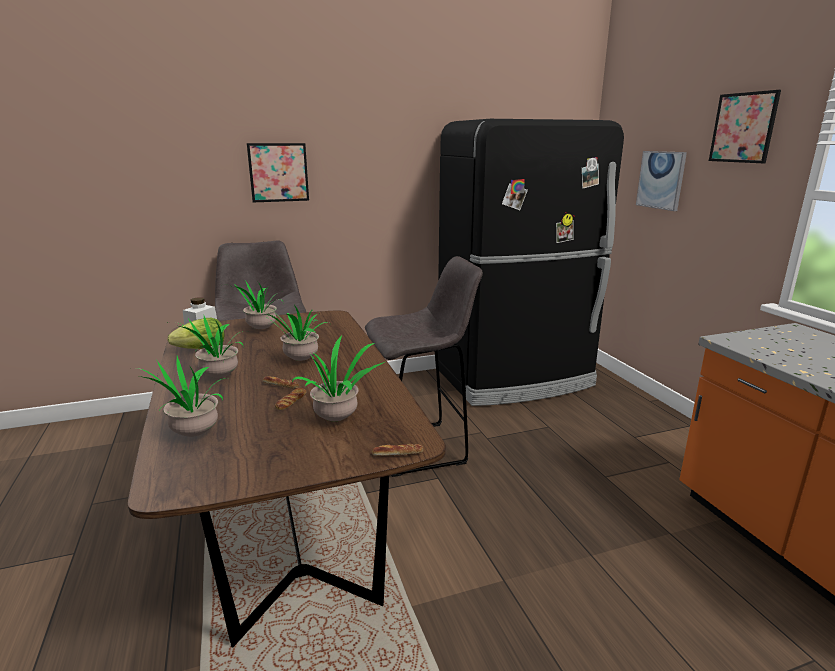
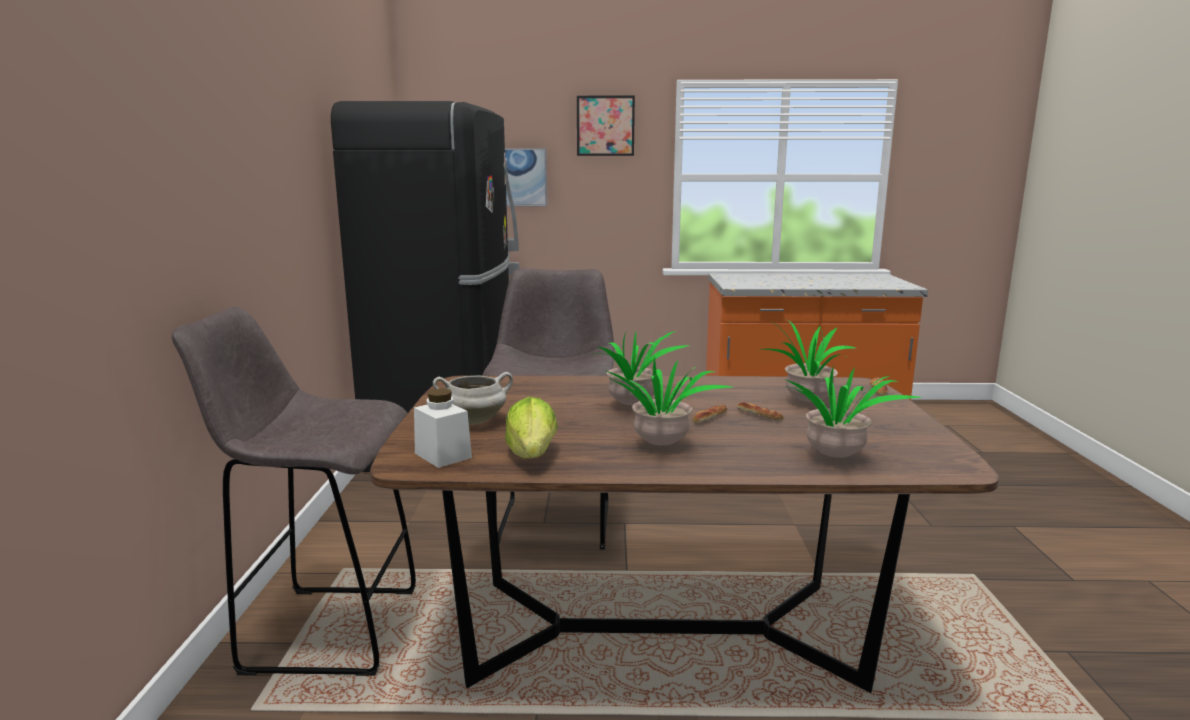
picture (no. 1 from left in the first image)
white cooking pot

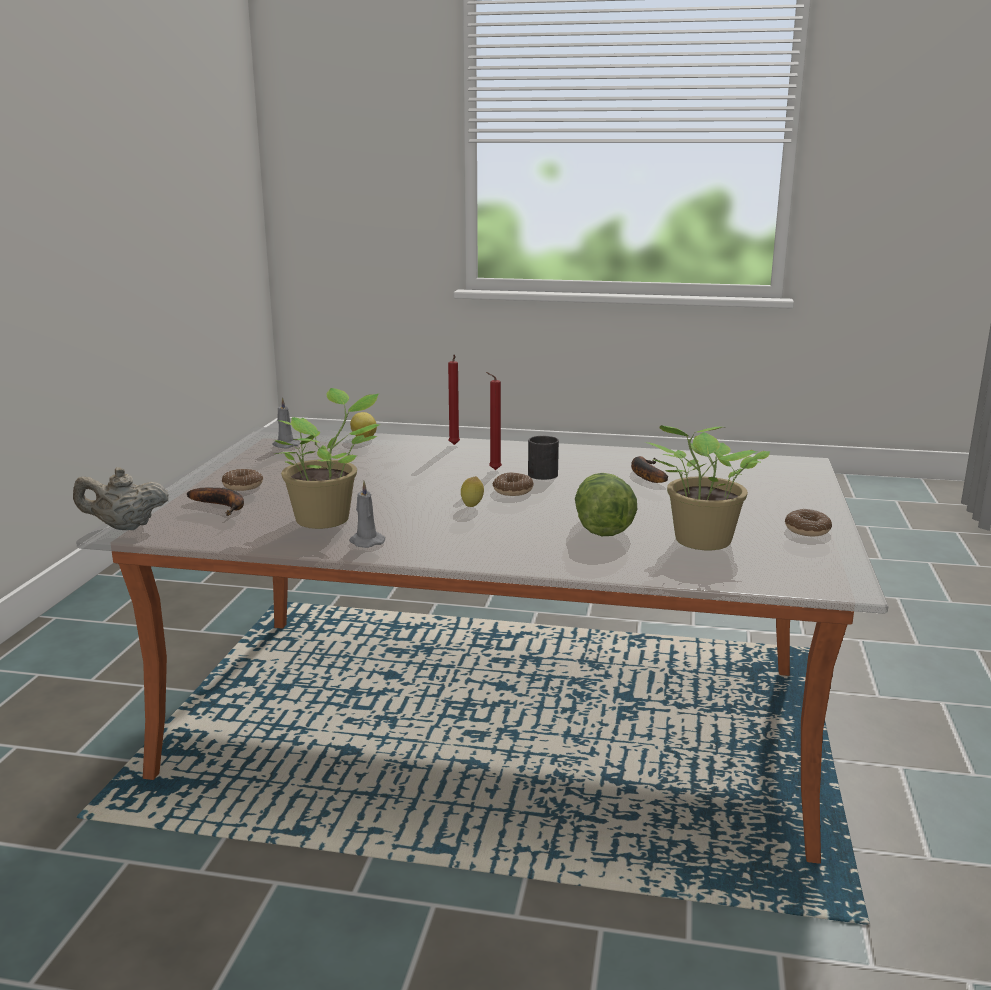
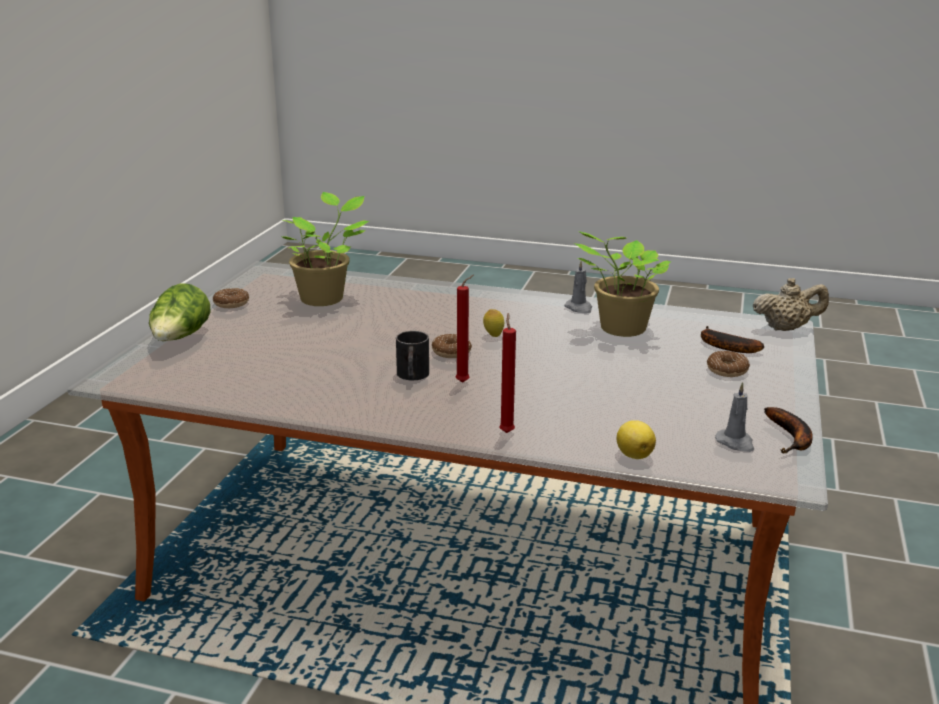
lettuce
banana (no. 2 from left)

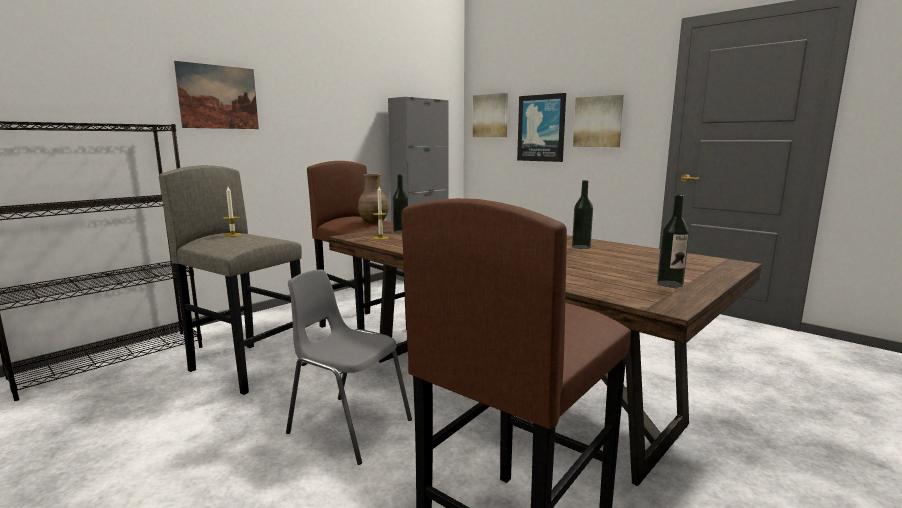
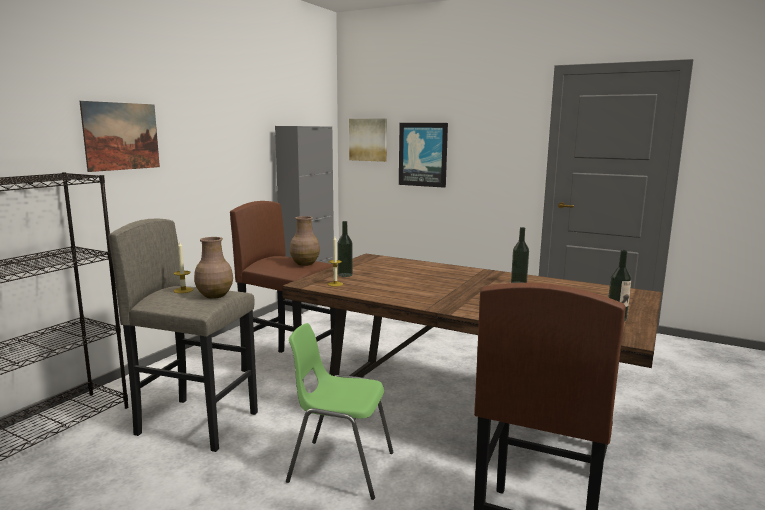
picture (no. 4 from left in the first image)
brown vase (no. 1 from left)
green chair

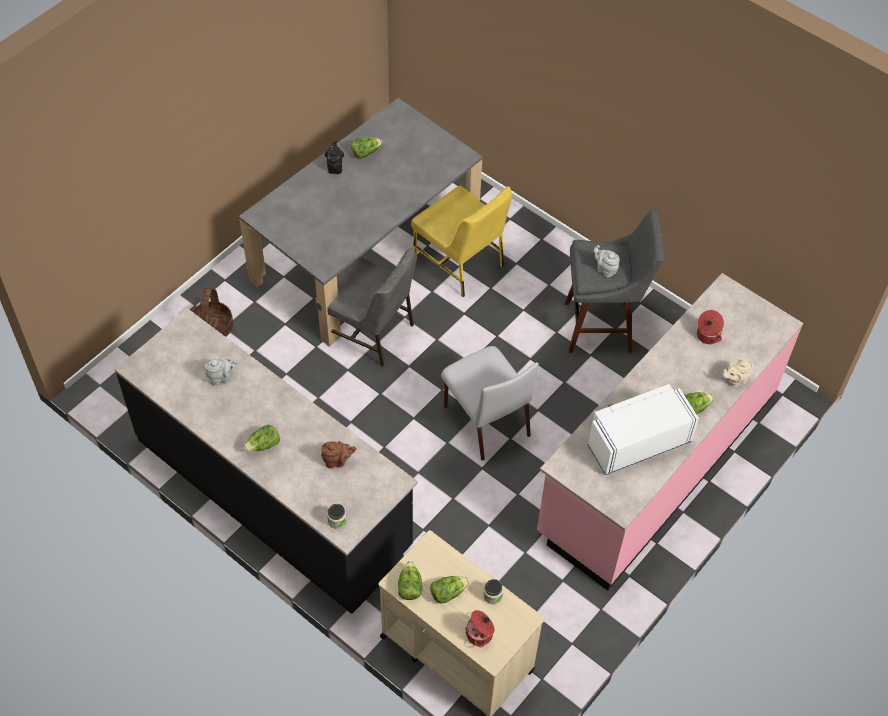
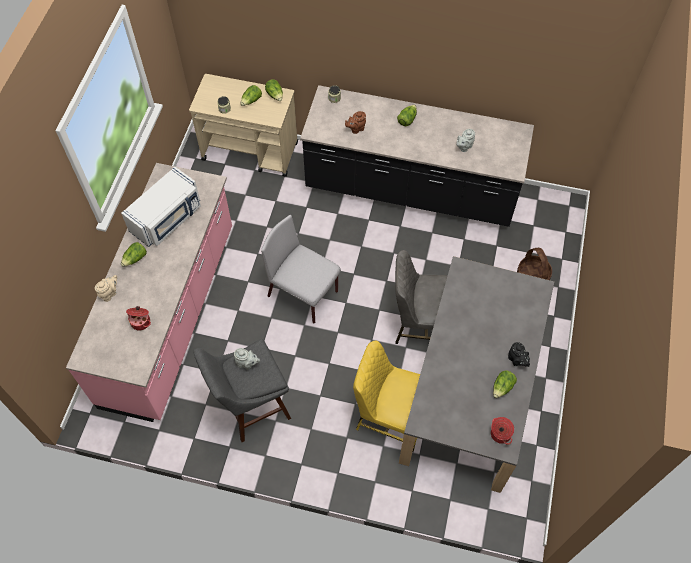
cooking pot (no. 2 from left)

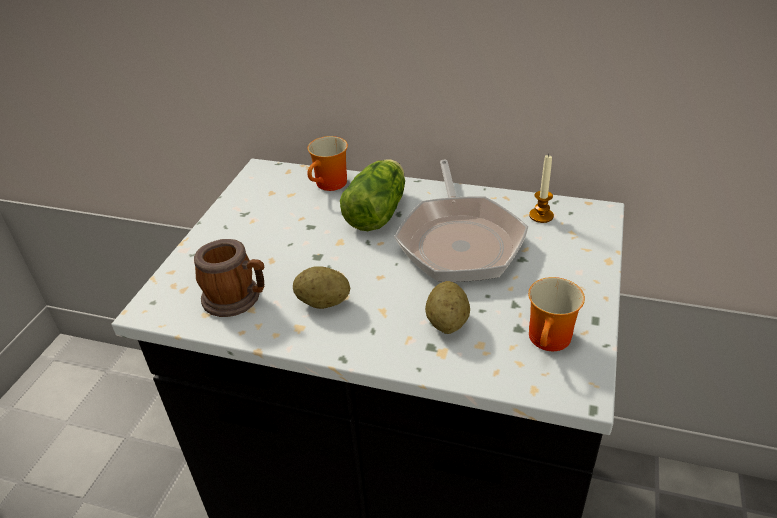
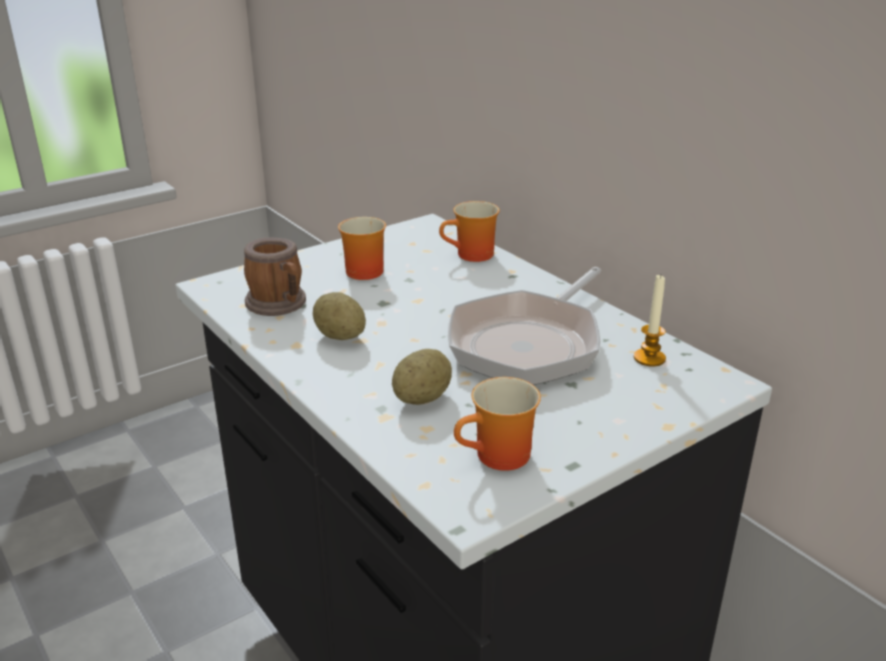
lettuce
mug (no. 2 from left)

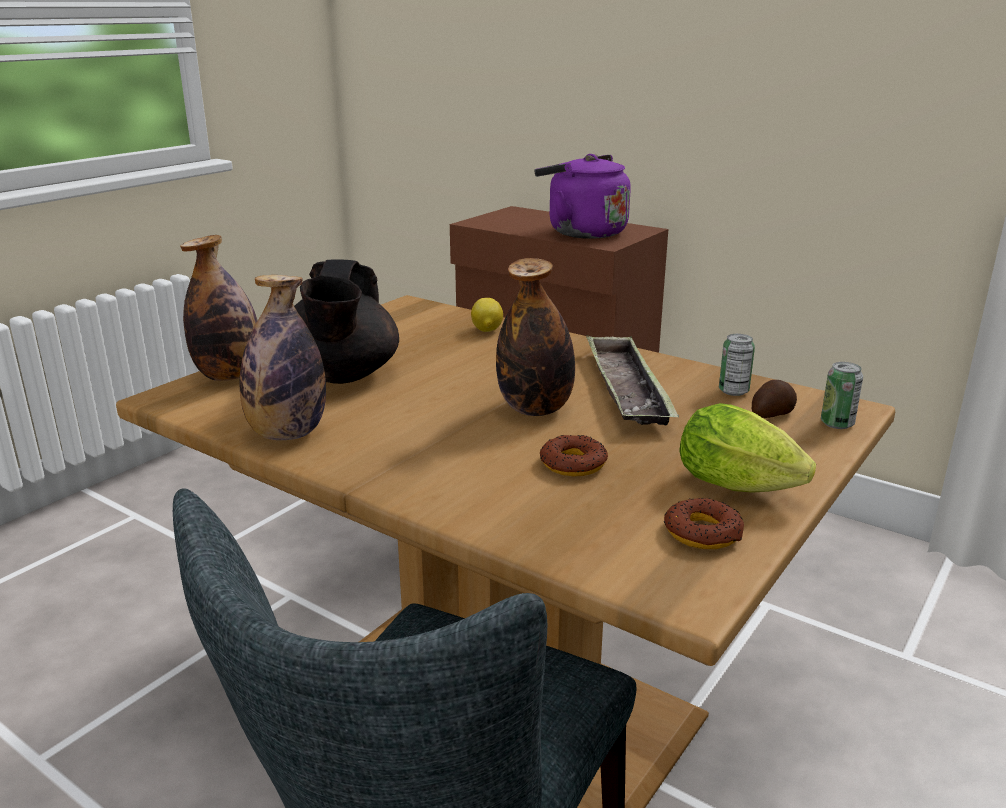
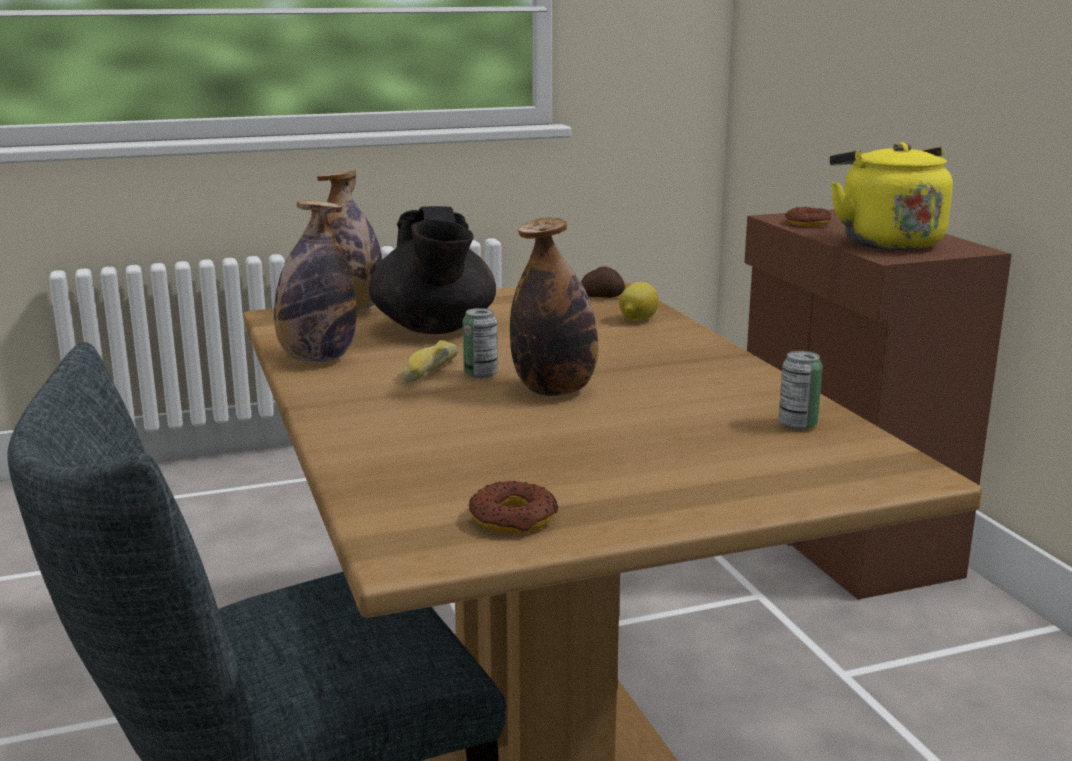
tray
lettuce
bread
donut (no. 2 from left)
potato
can (no. 1 from left)
yellow kettle
black teapot

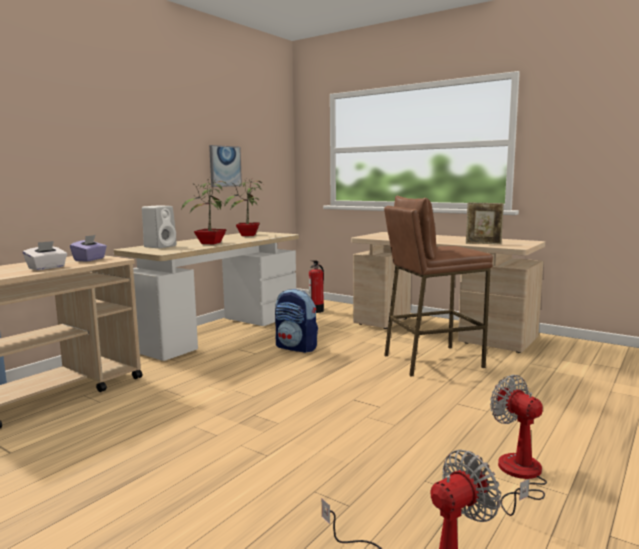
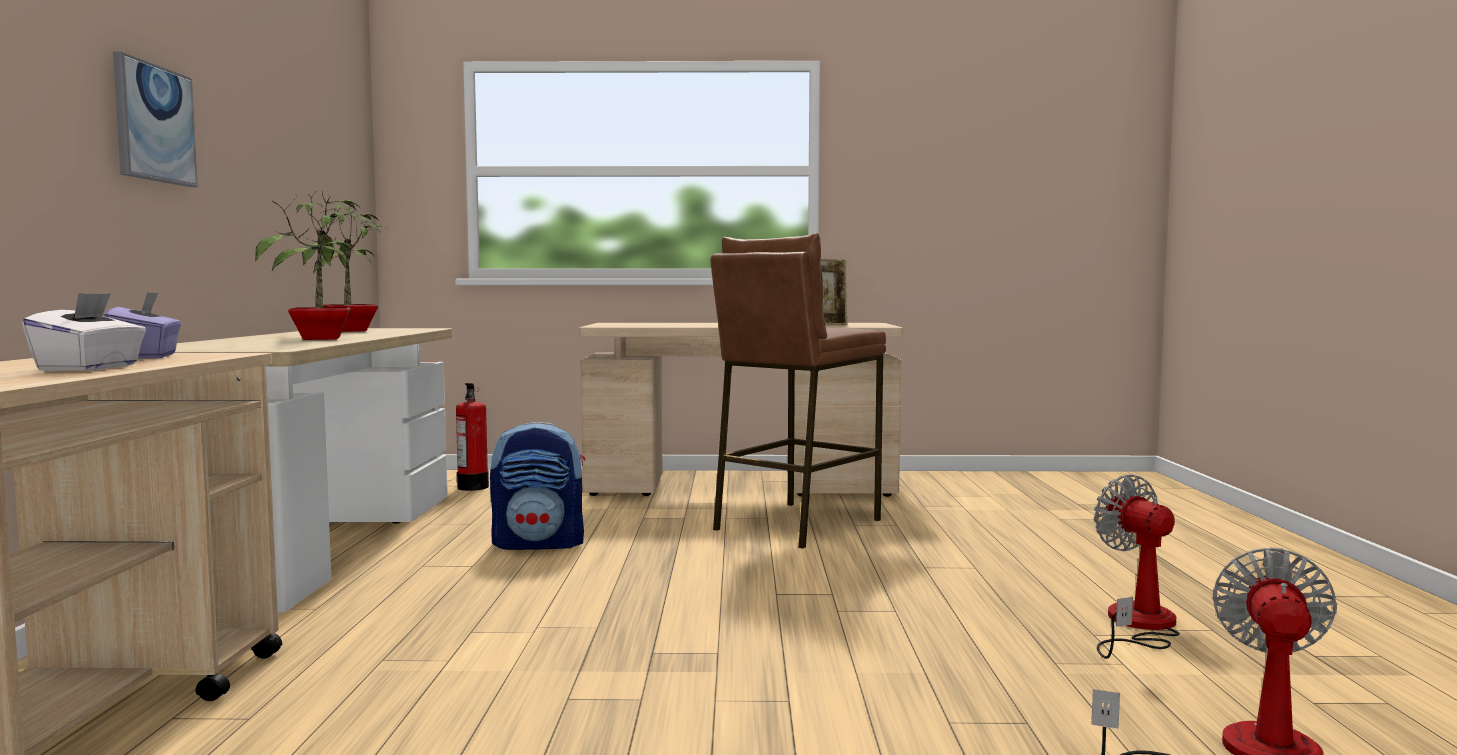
white speaker
picture
fan (no. 1 from left)

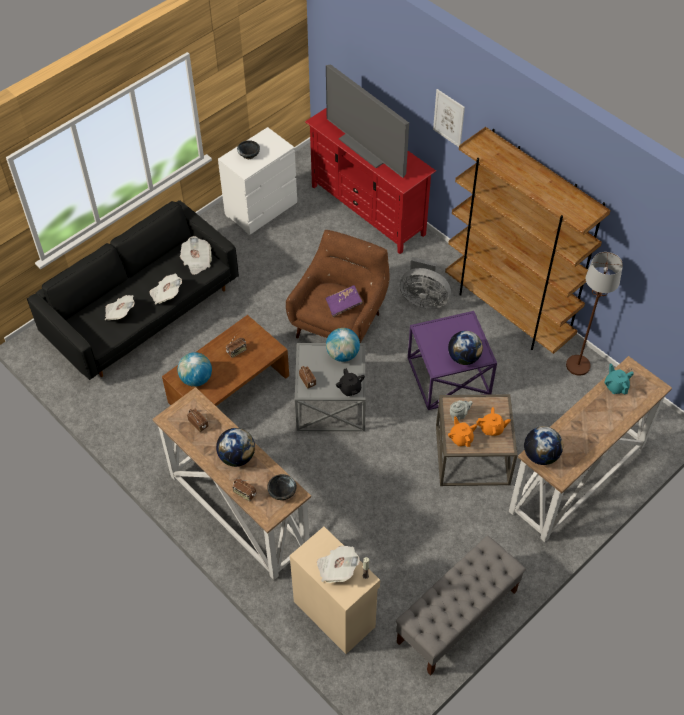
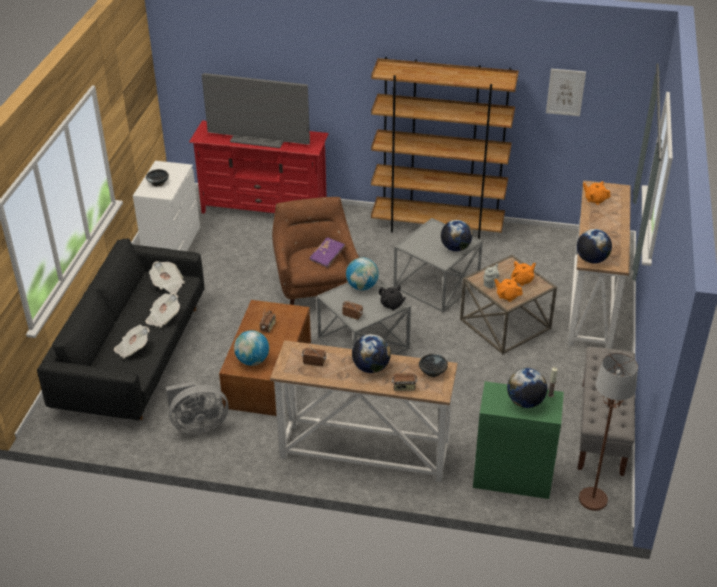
grey fan
picture
brown floor lamp
globe (no. 5 from left)
green cabinet
grey side table (no. 2 from left)
orange teapot (no. 3 from left)

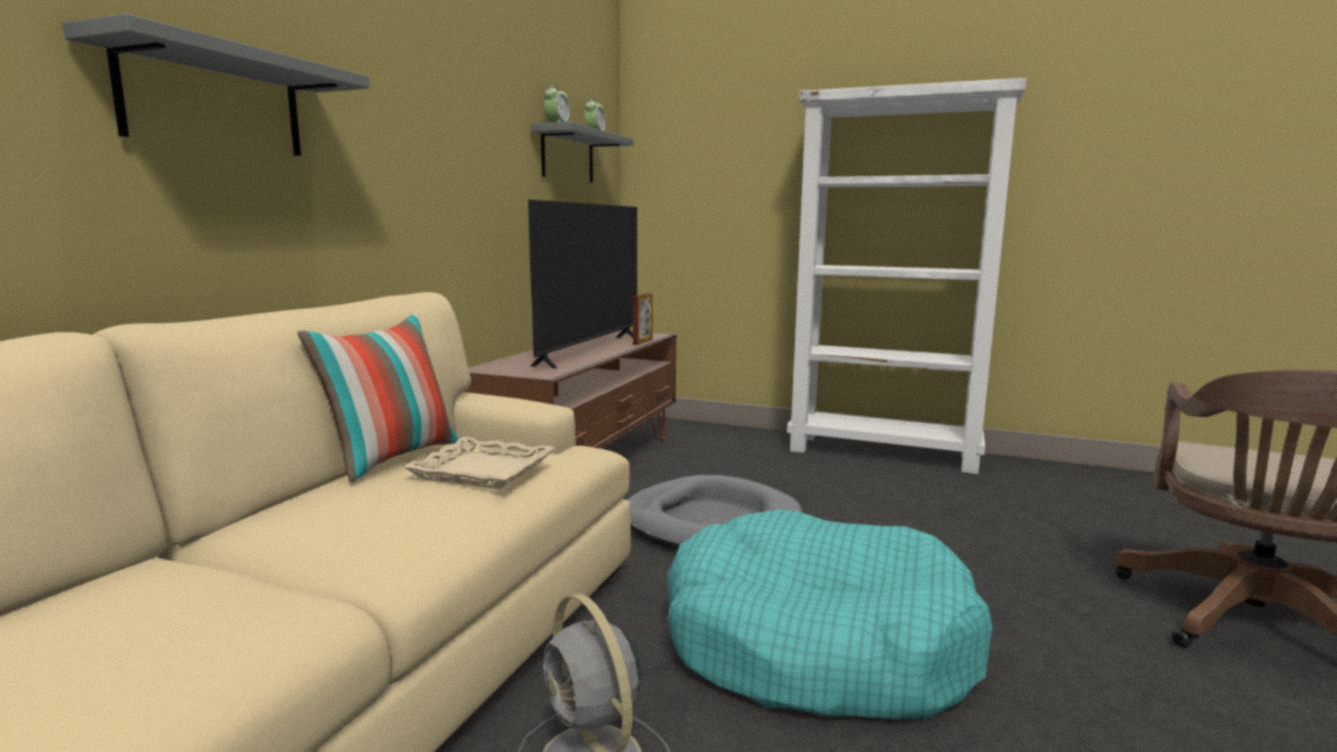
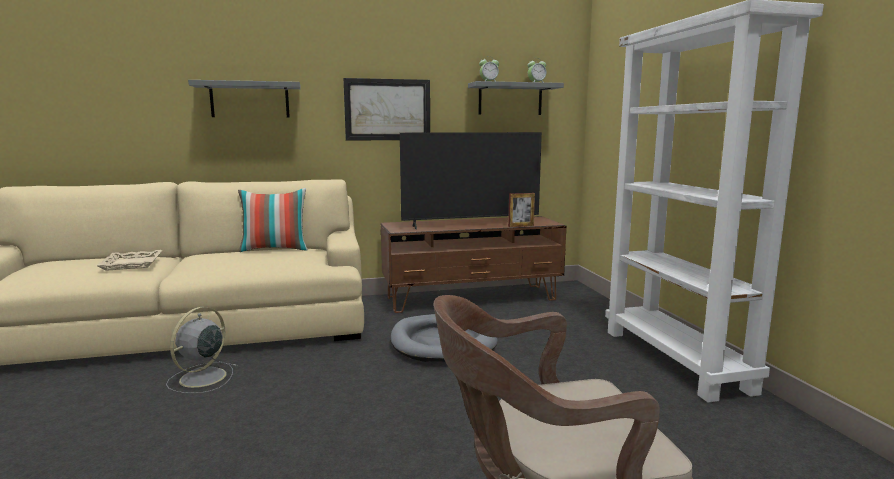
turquoise dog bed
picture
beige tray

